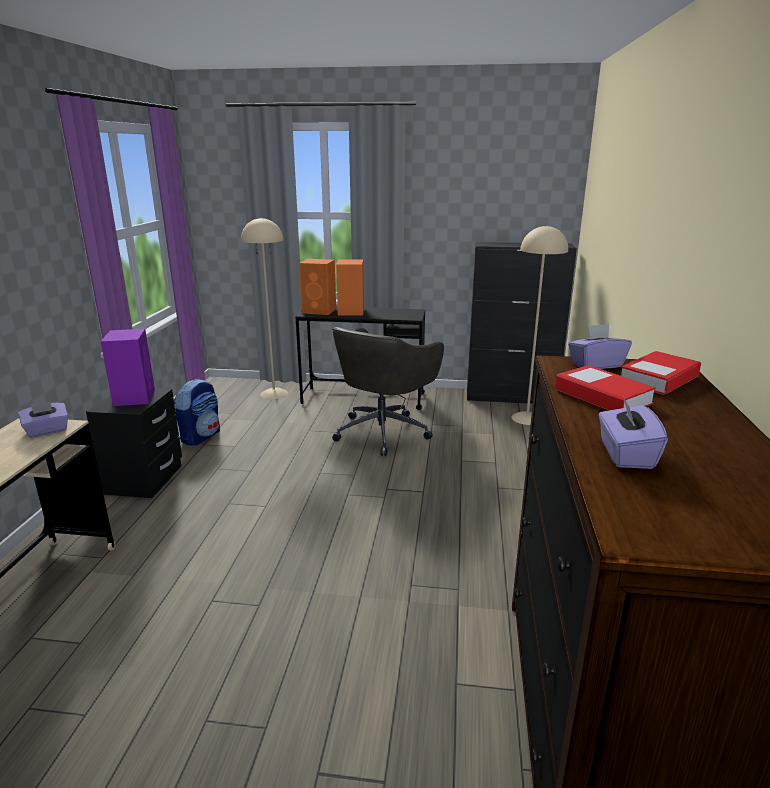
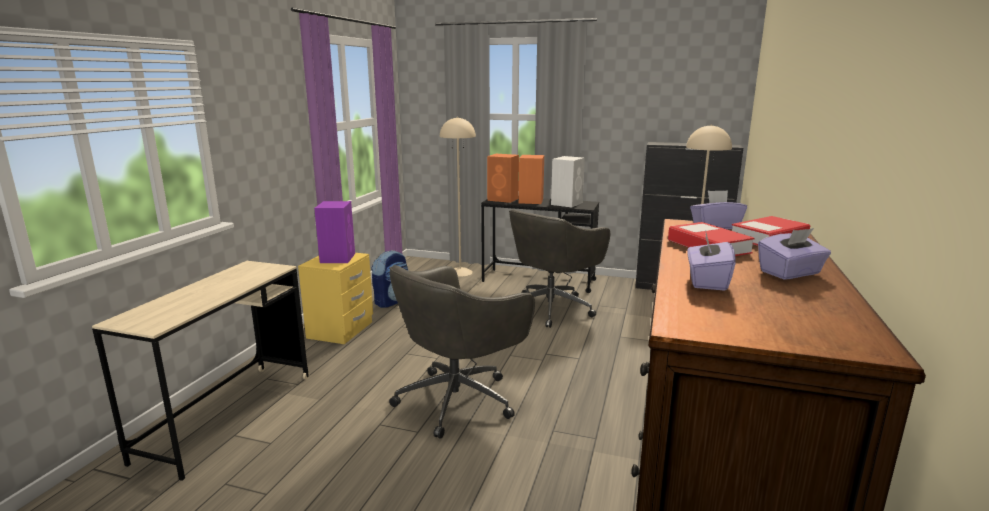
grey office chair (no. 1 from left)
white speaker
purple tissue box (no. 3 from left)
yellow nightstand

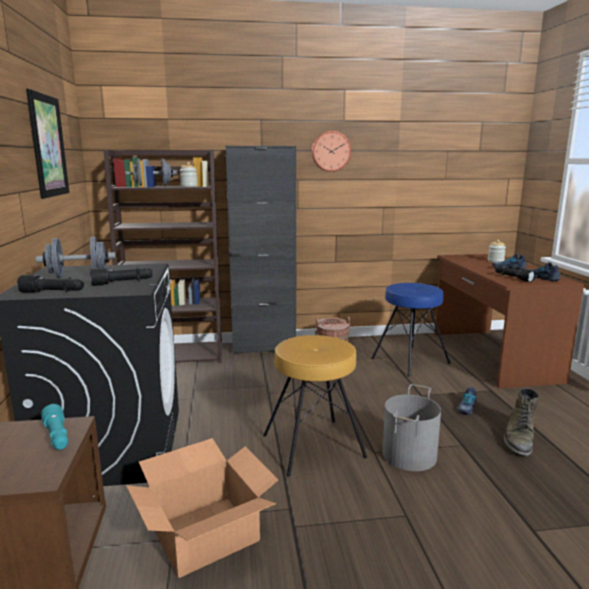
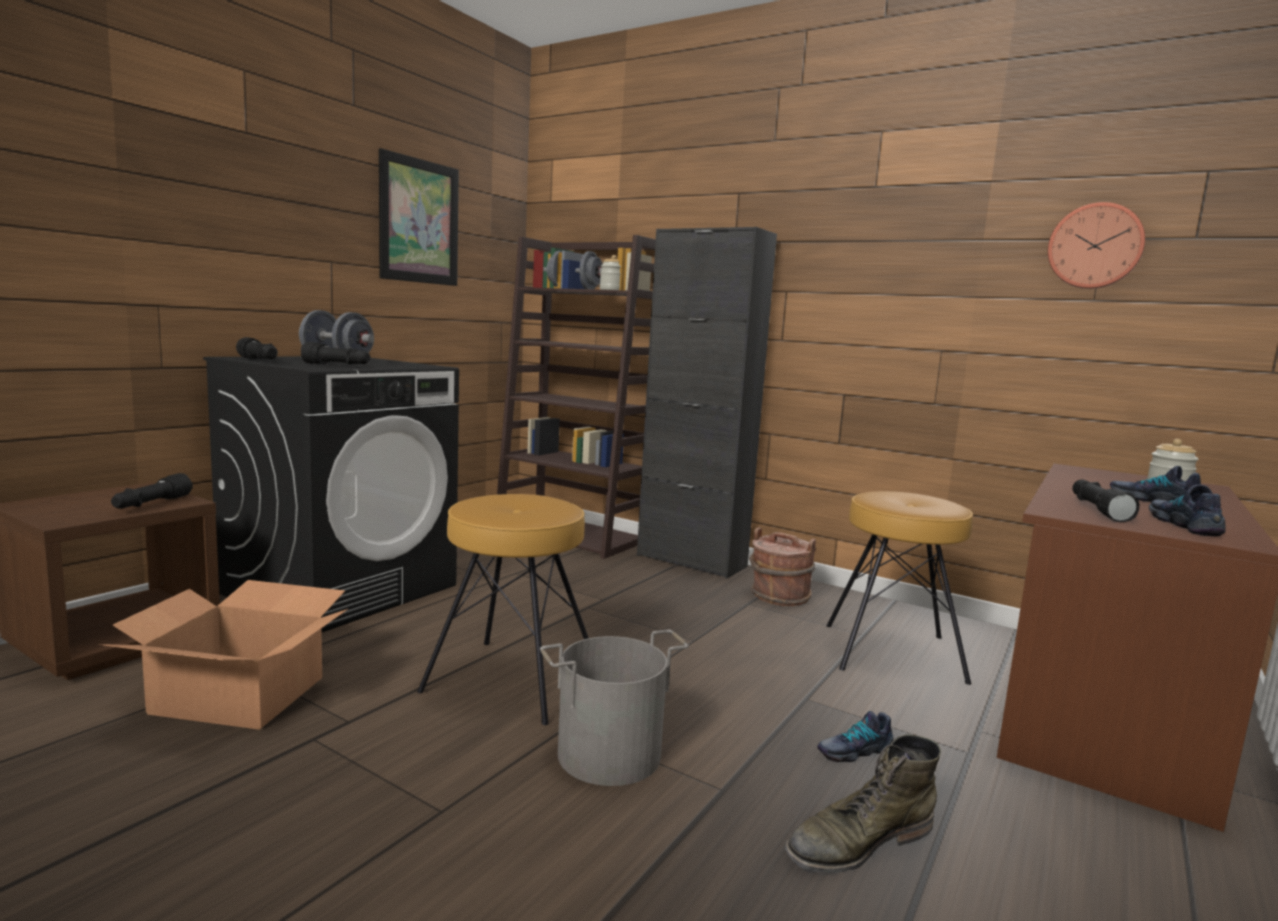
wall clock
black flashlight (no. 1 from left)
brown stool (no. 2 from left)

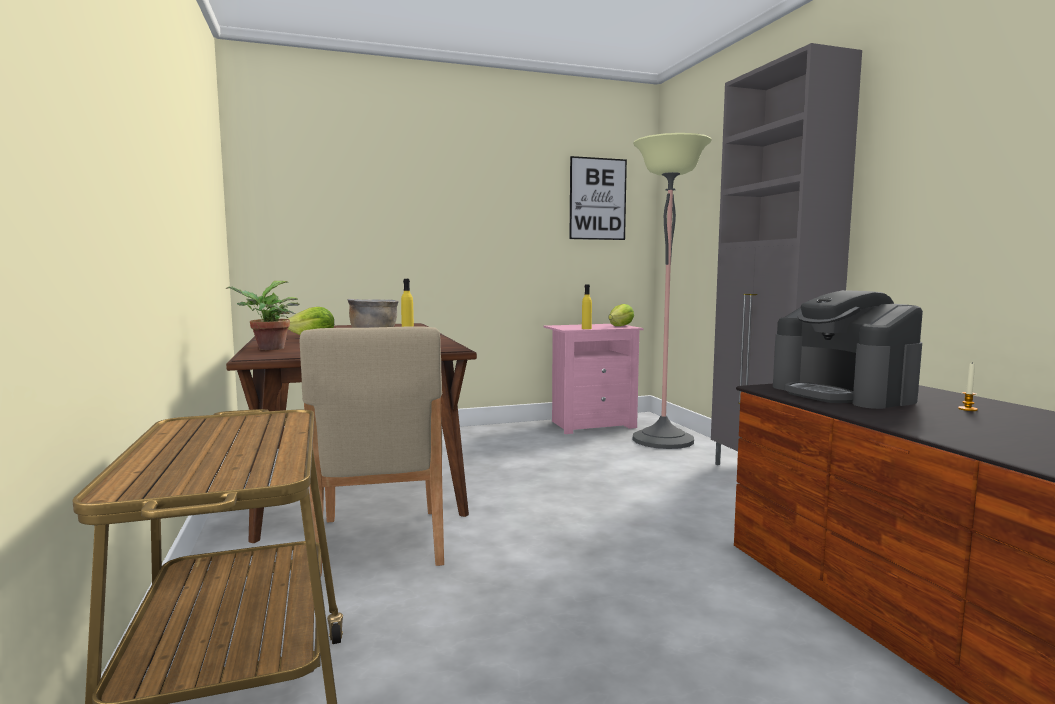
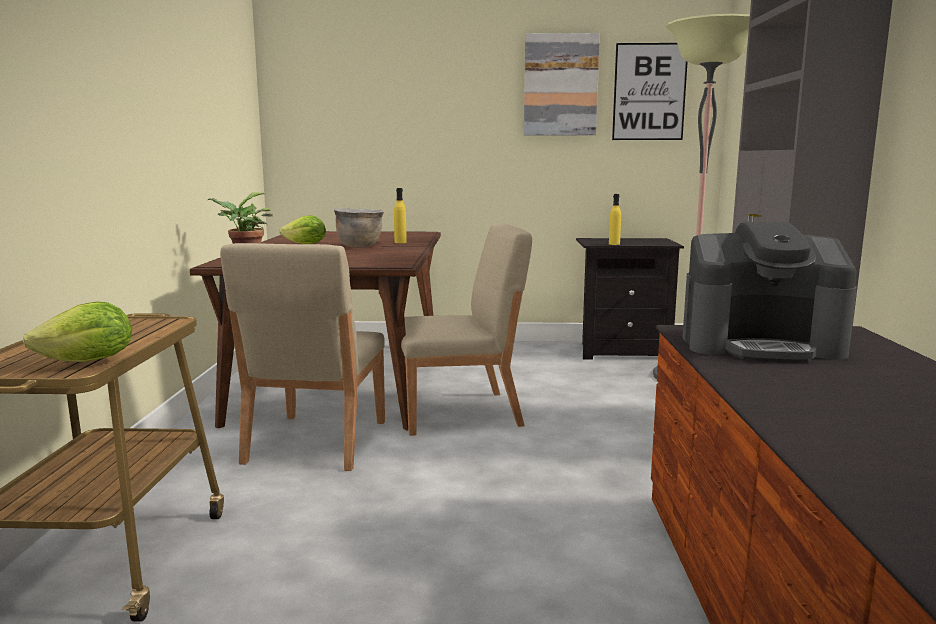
candle
beige chair (no. 2 from left)
picture (no. 1 from left)
lettuce (no. 1 from left)
black nightstand
coffee machine

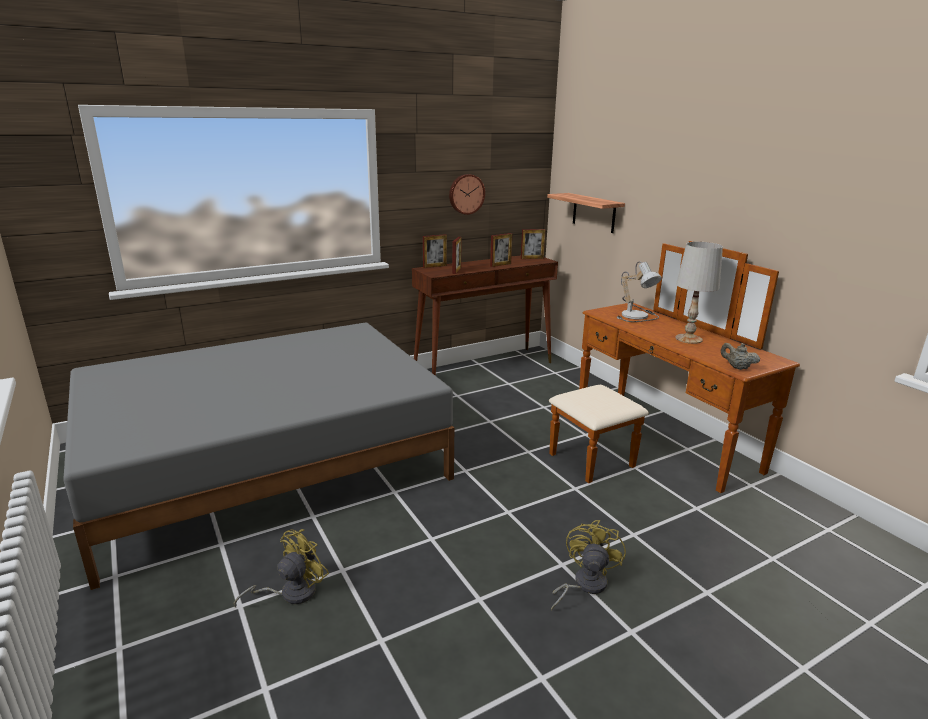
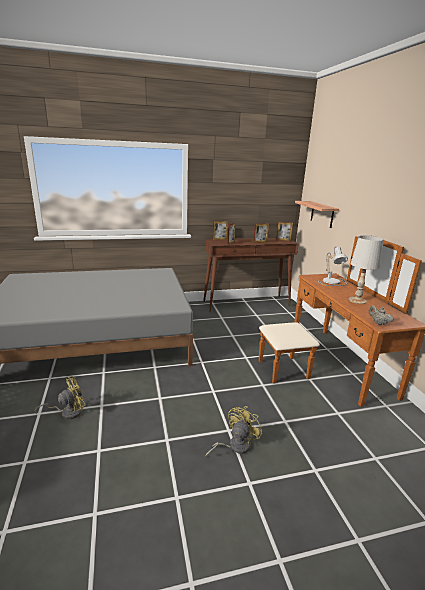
wall clock

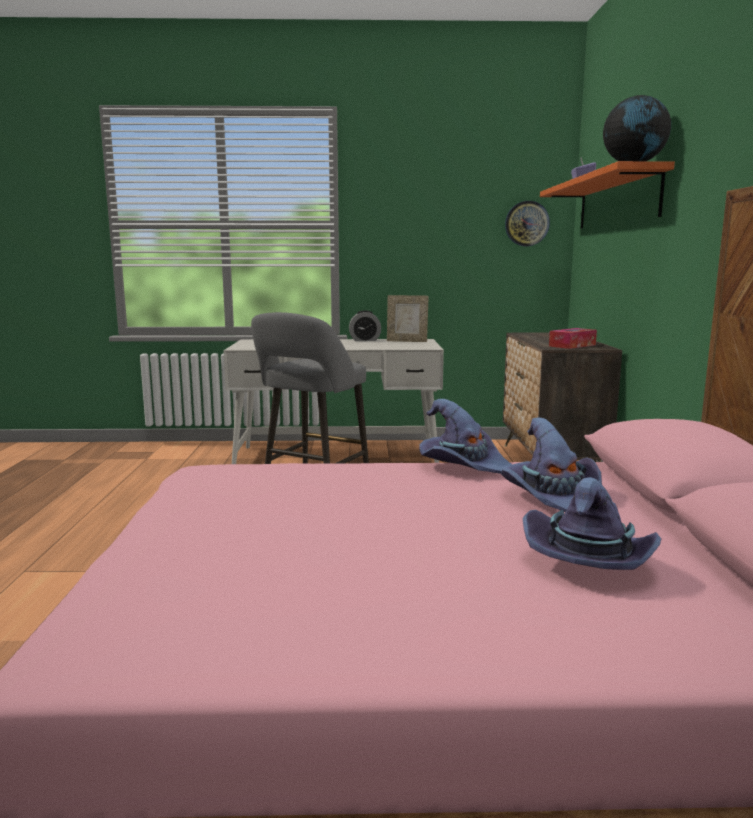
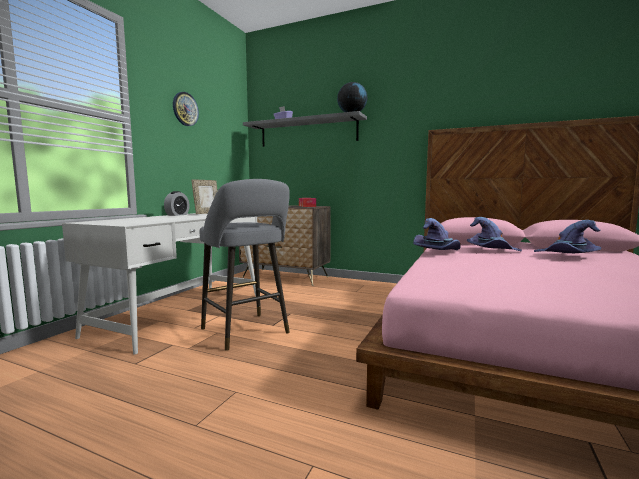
wall clock
grey shelf

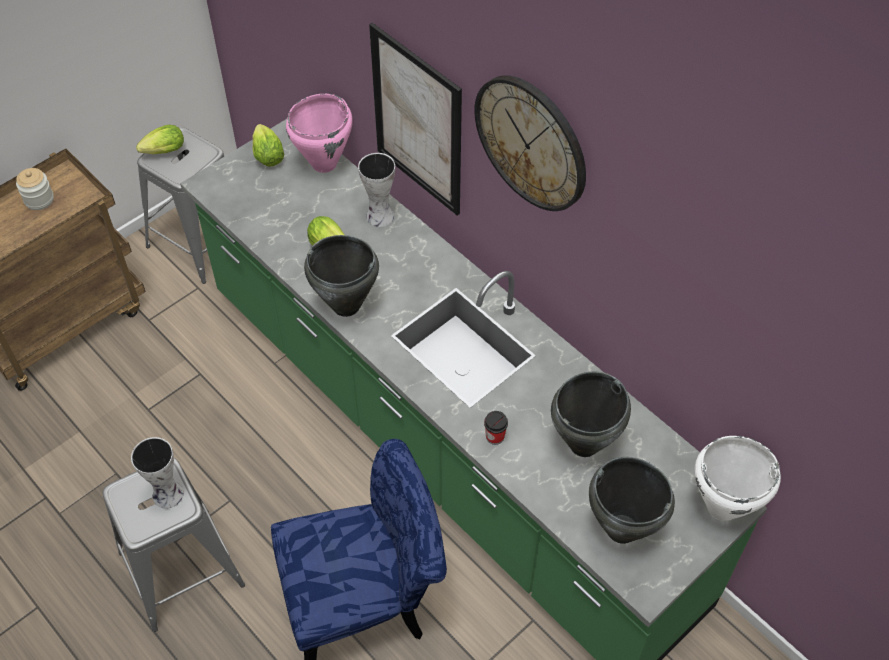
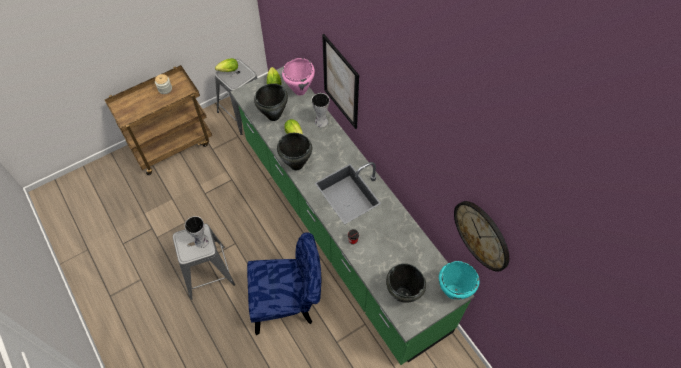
wall clock
black cooking pot (no. 1 from left)
turquoise cooking pot

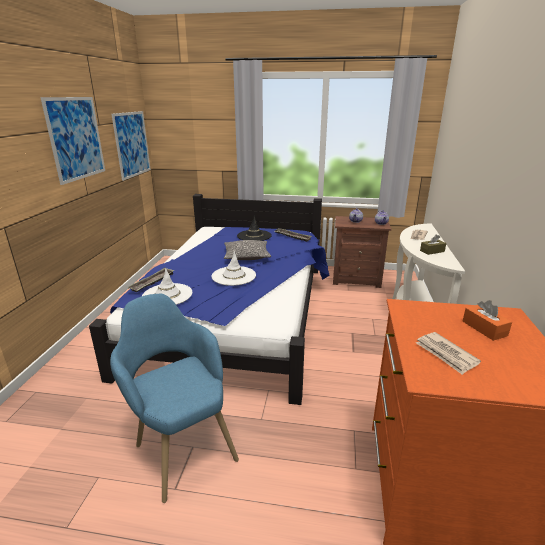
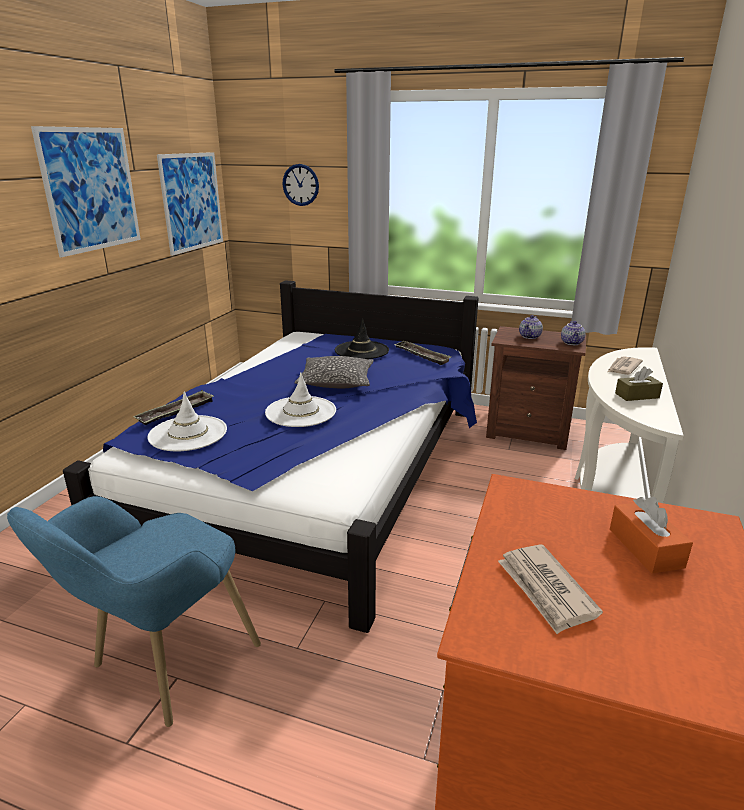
wall clock
blue armchair

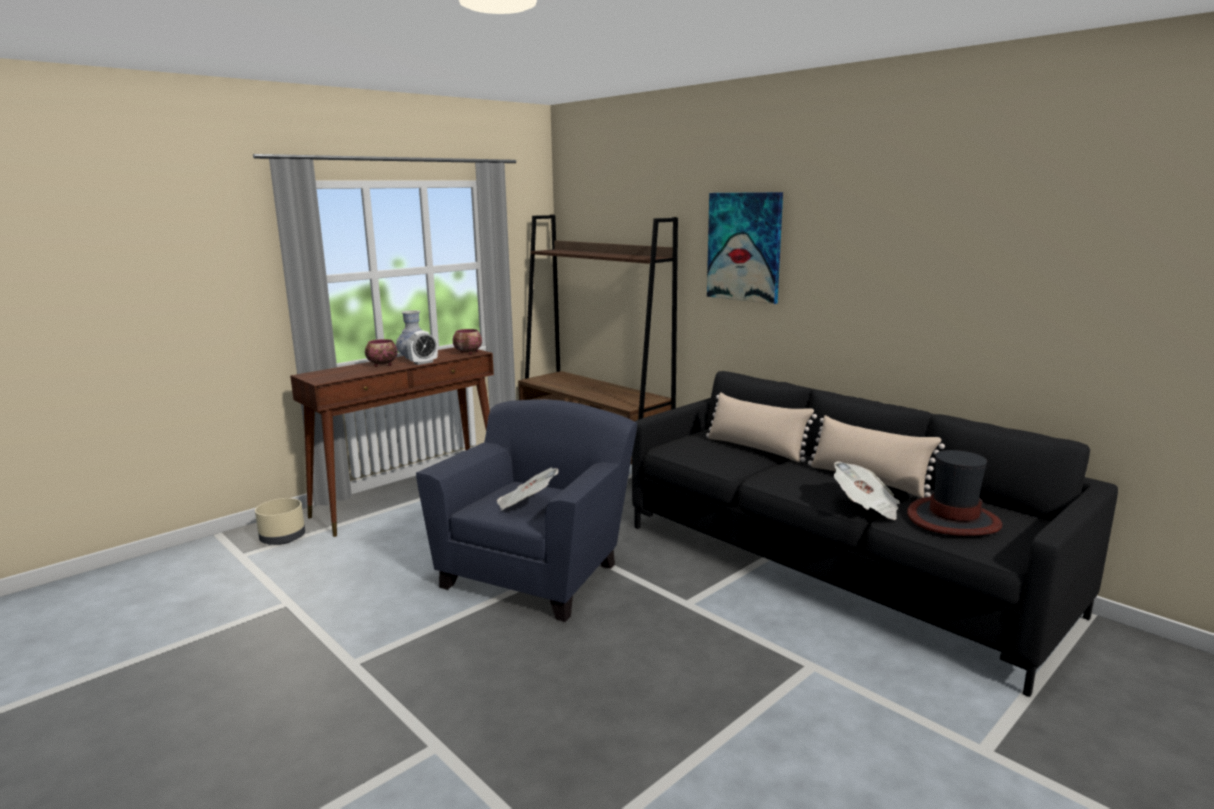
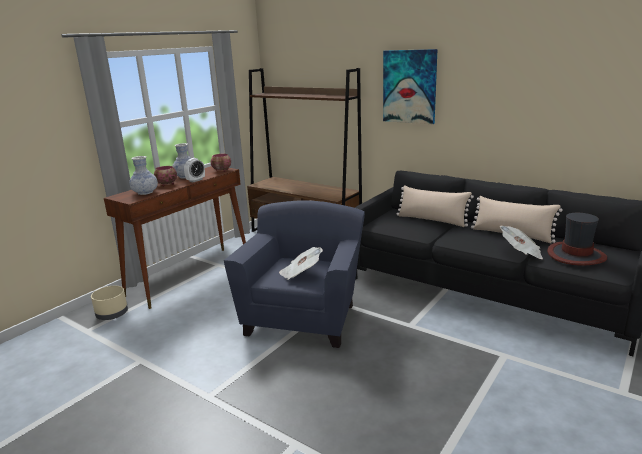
vase (no. 1 from left)

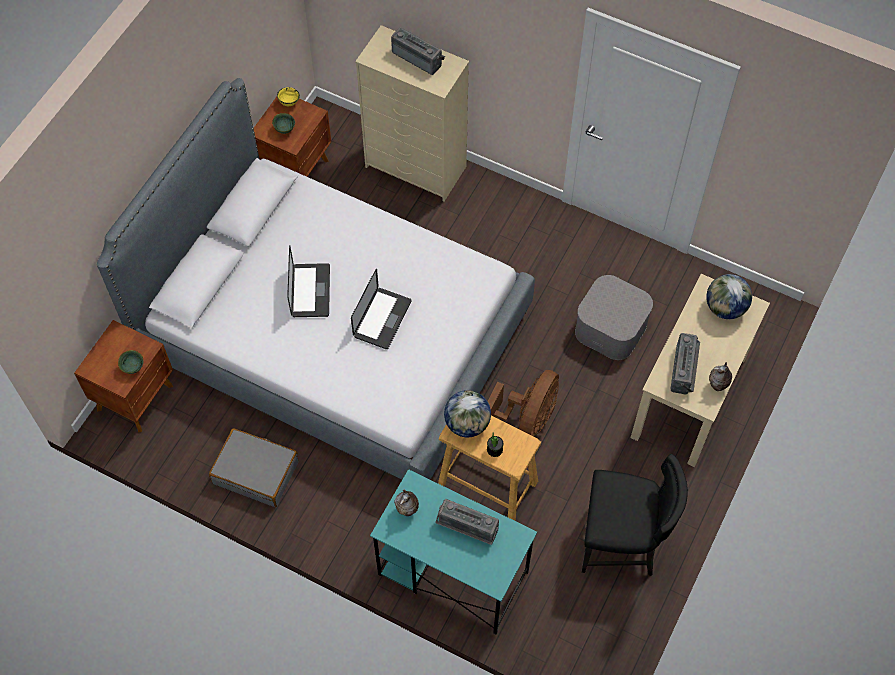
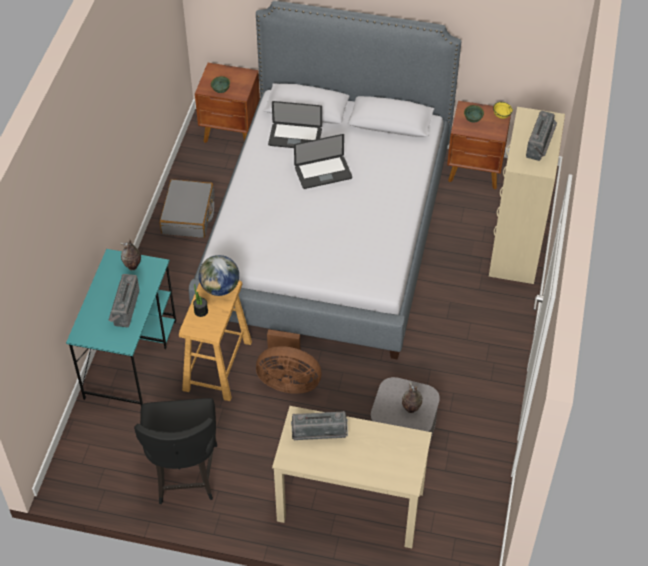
globe (no. 2 from left in the first image)
laptop (no. 1 from left)
vase (no. 2 from left)

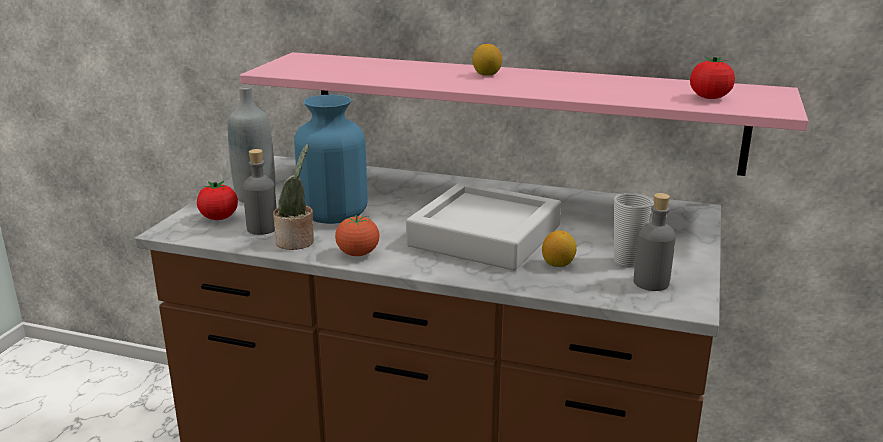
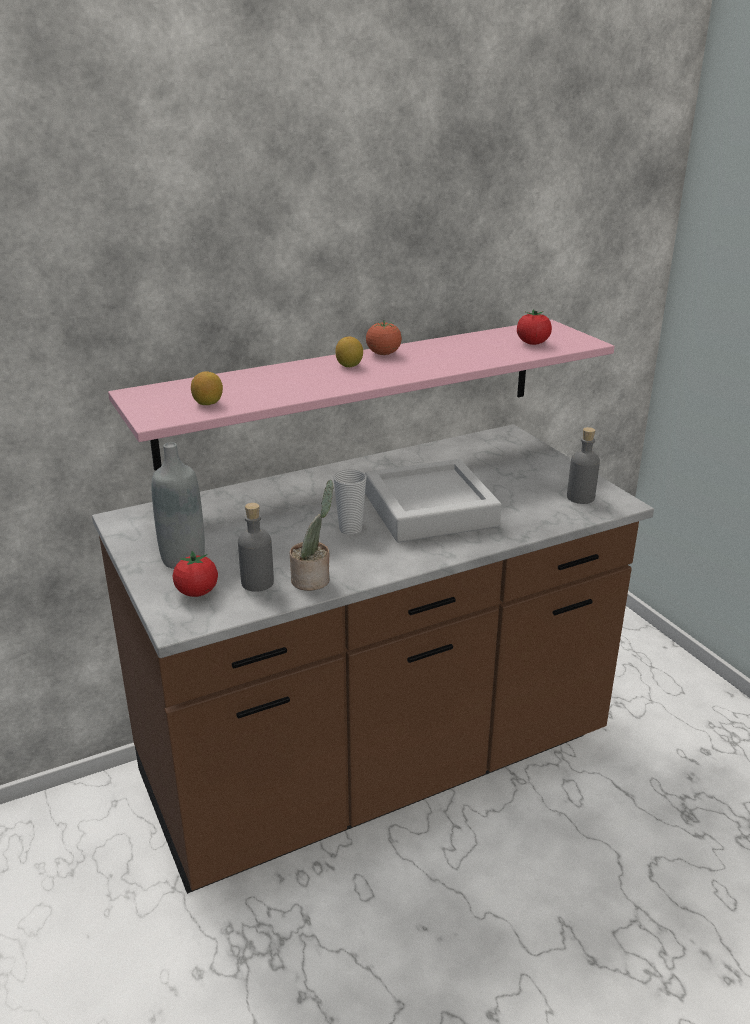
blue vase
tomato (no. 2 from left)
lemon (no. 1 from left)
cup

